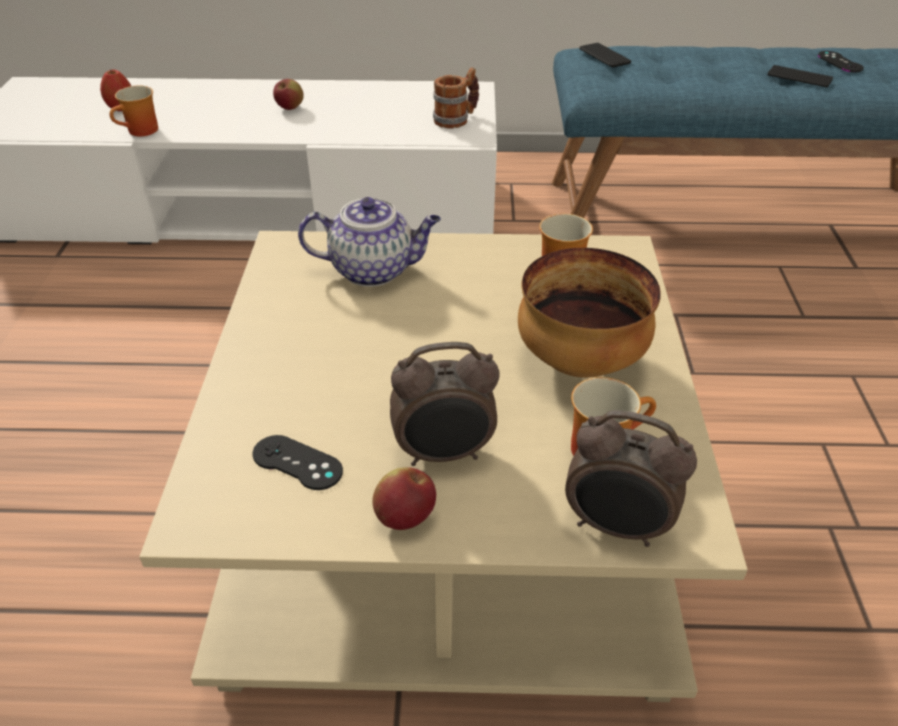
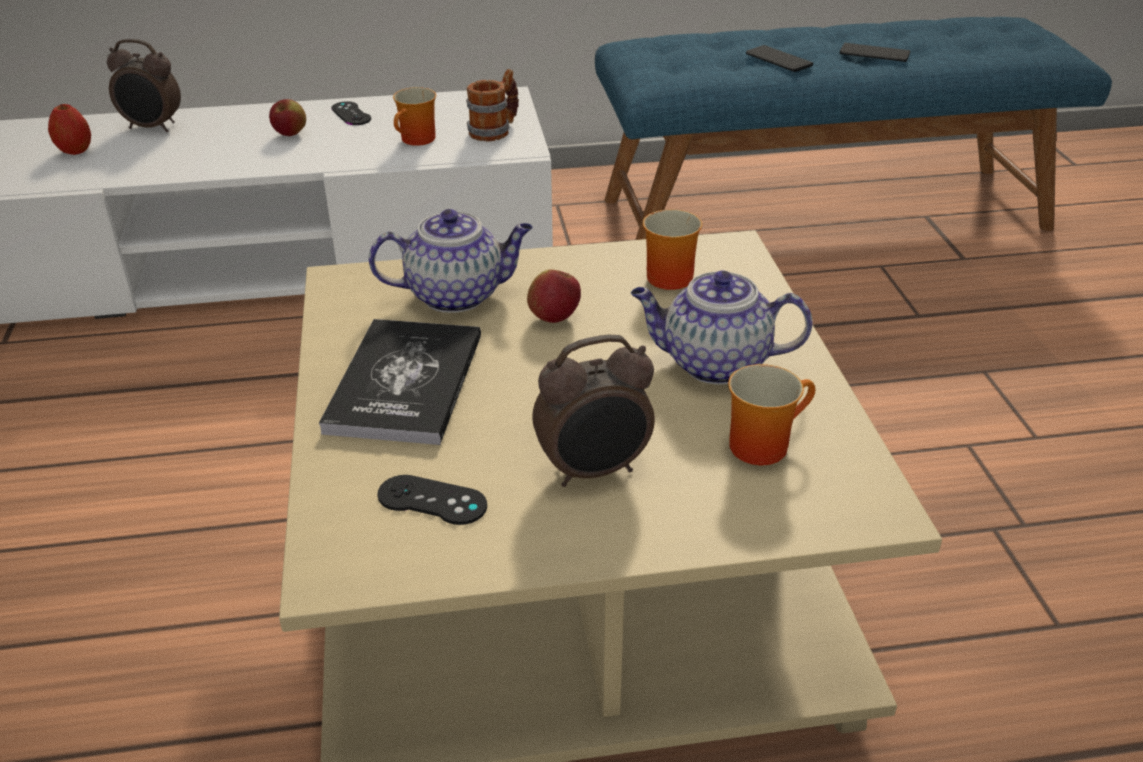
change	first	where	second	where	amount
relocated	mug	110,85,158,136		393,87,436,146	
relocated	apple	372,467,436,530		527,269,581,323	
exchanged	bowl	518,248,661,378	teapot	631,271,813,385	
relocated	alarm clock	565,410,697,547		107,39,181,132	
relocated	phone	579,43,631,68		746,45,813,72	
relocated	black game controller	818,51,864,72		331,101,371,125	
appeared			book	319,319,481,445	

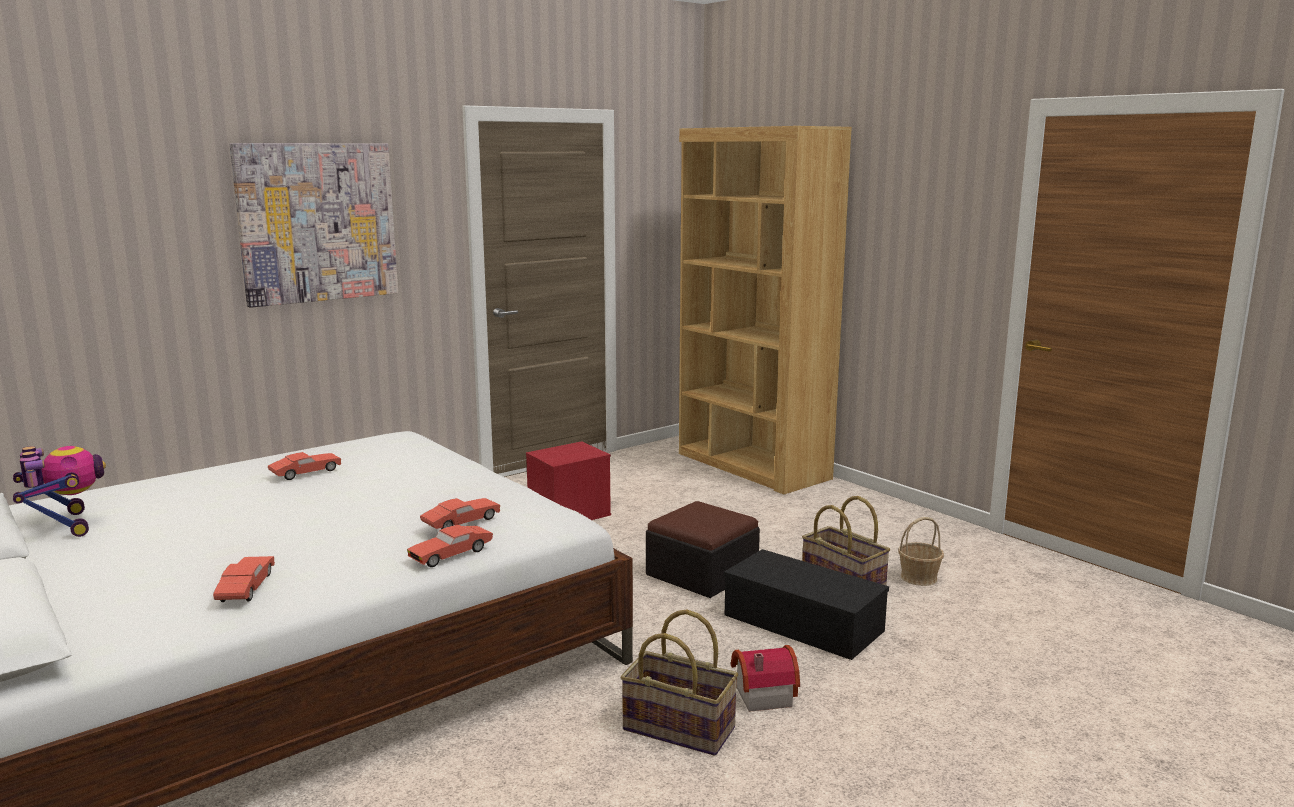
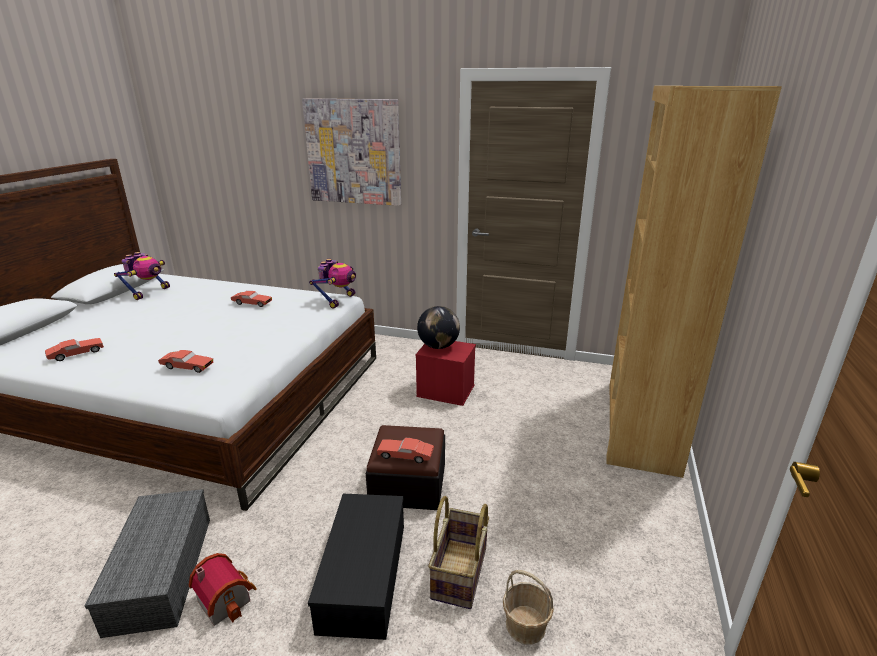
change	first	where	second	where	amount
relocated	red toy car	407,525,493,567		377,438,434,463	
exchanged	basket	620,609,738,756	grey storage box	85,489,210,638	
appeared			toy robot	309,259,356,309	
appeared			globe	417,306,460,349	

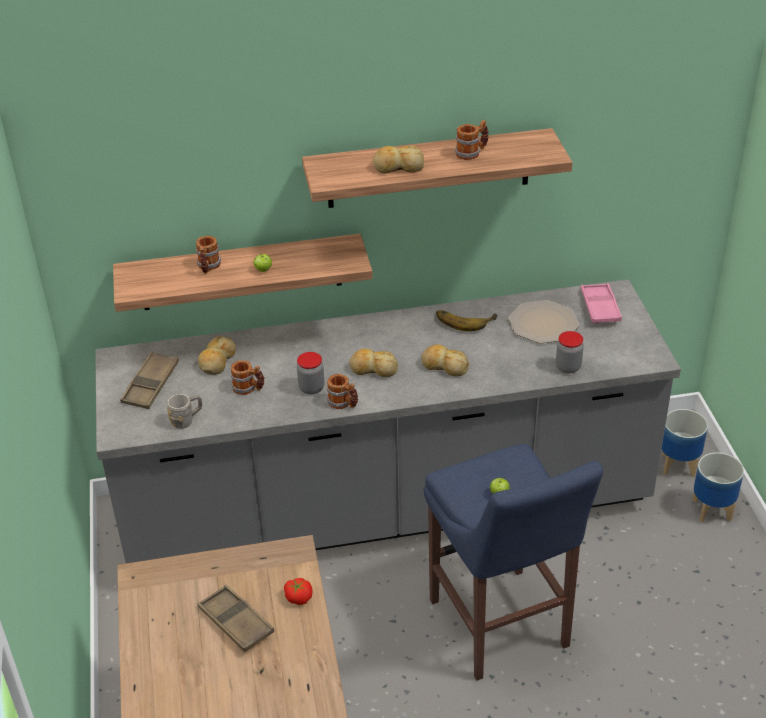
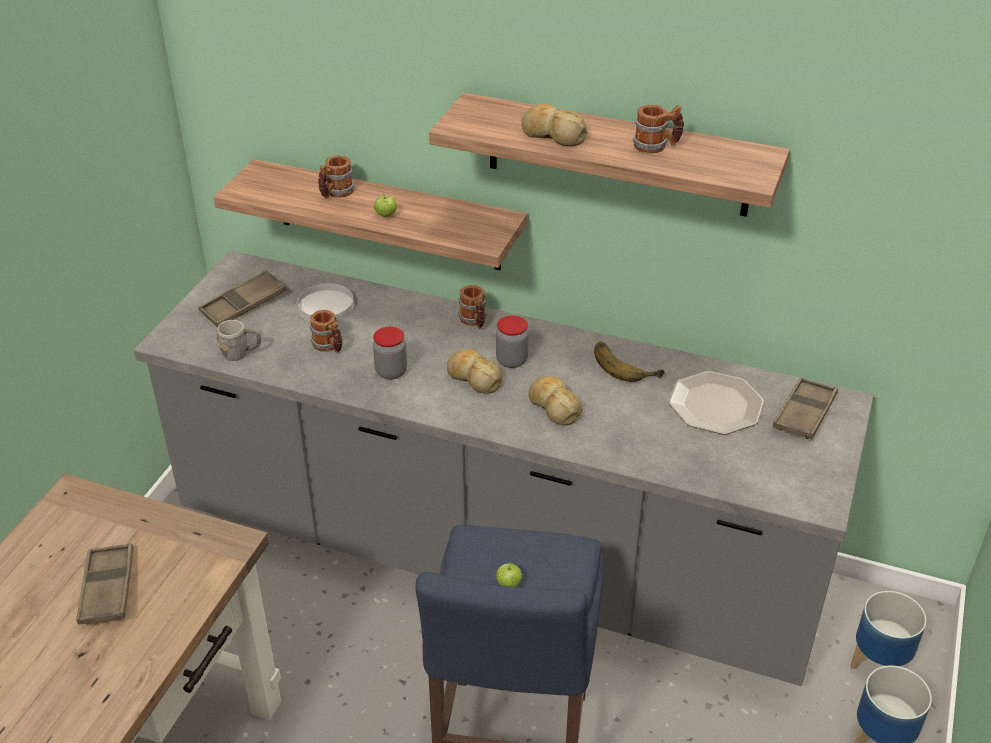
change	first	where	second	where	amount
exchanged	bread	198,336,236,375	white plate	297,283,354,322	
missing	tomato	284,578,313,605			
relocated	mug	327,374,358,409		458,285,487,329	
relocated	jar	556,331,584,373		496,316,529,368	
colour	pink tray	581,283,622,324	brown tray	773,377,838,439	

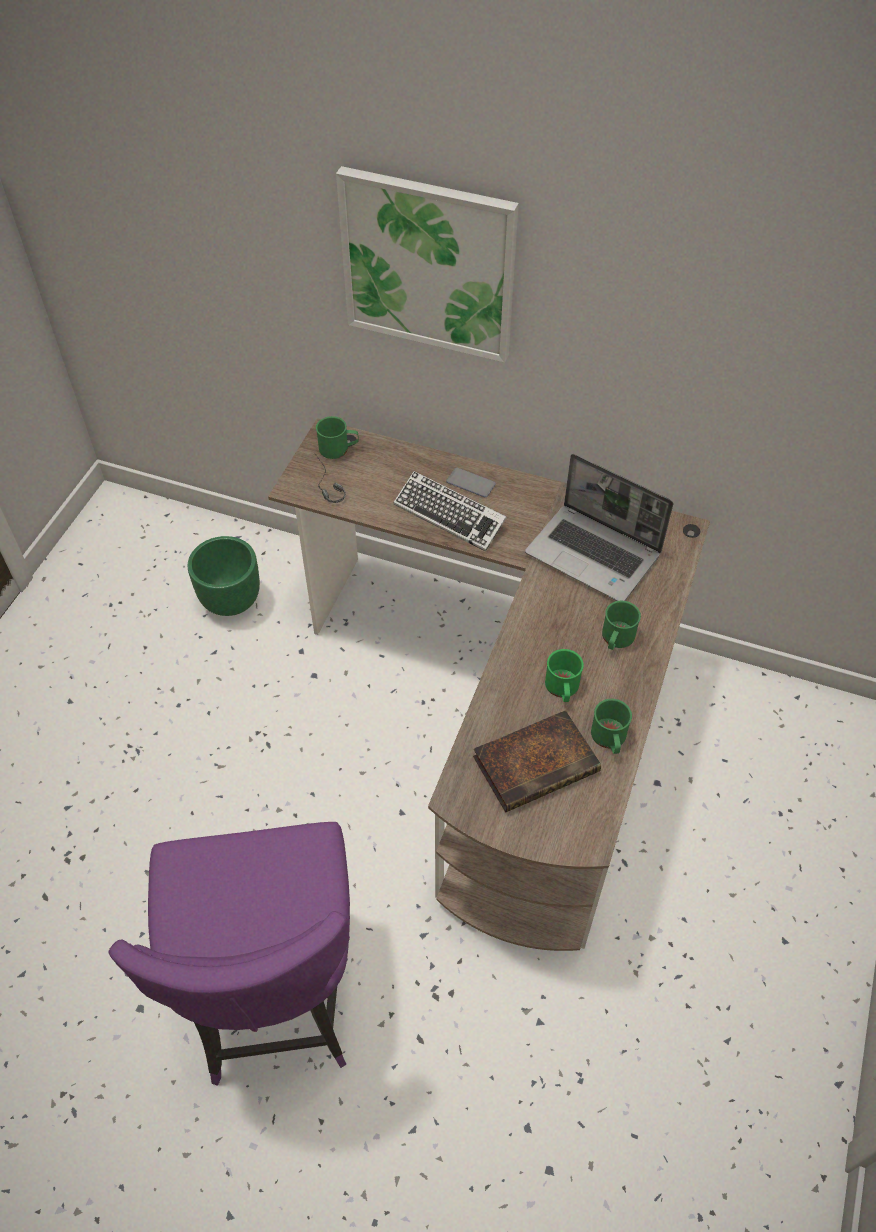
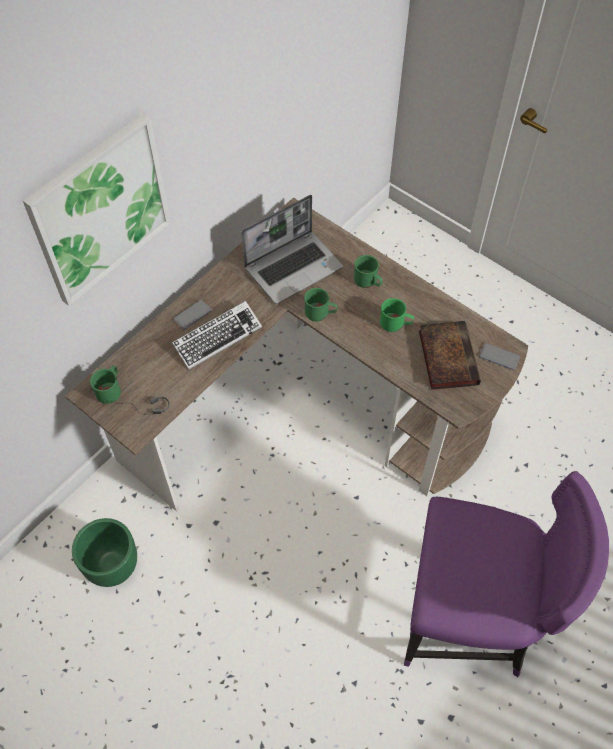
change	first	where	second	where	amount
relocated	green mug	591,699,632,754		304,288,338,321	
appeared			phone	479,343,520,370	

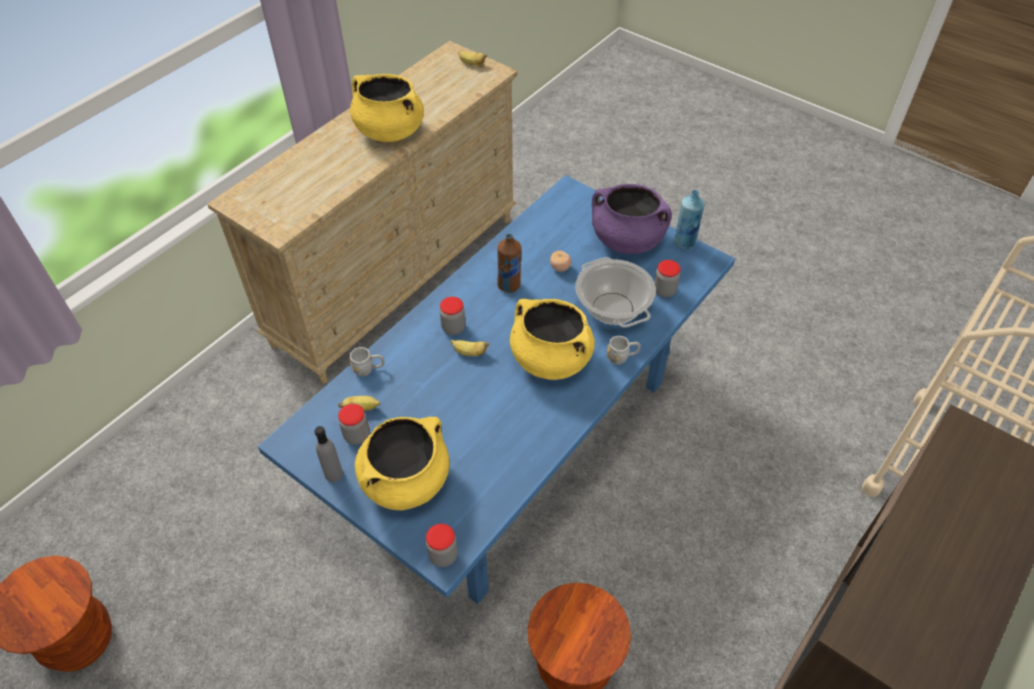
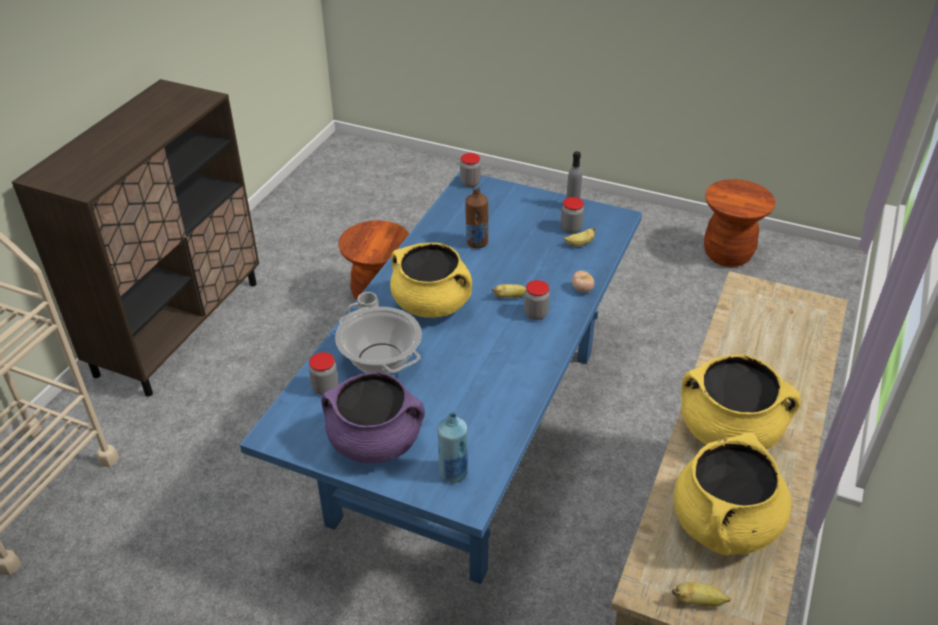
change	first	where	second	where	amount
missing	grey mug	349,347,385,376			
relocated	yellow cooking pot	355,417,450,510		674,433,791,555	
relocated	brown bottle	497,234,521,293		465,187,488,249	
relocated	tomato	550,251,571,272		572,271,595,293	
relocated	blue bottle	674,190,704,249		437,412,468,483	

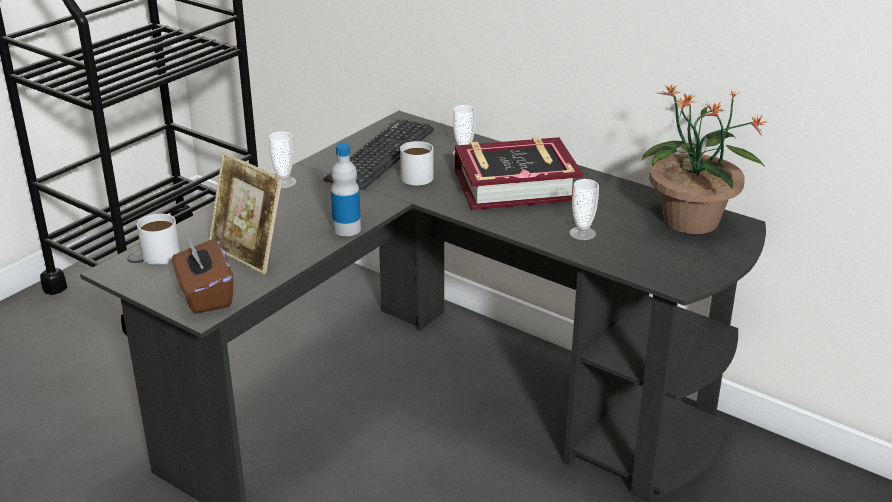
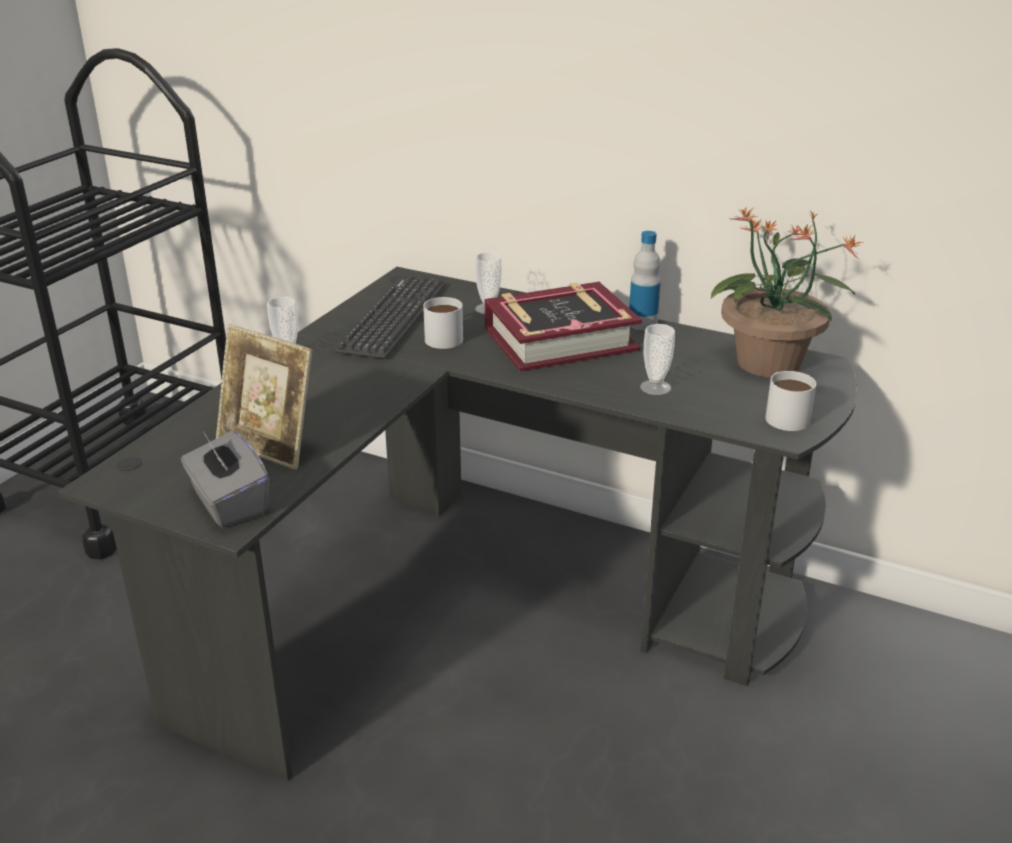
change	first	where	second	where	amount
relocated	white mug	137,214,180,265		765,371,816,431	
colour	brown tissue box	172,238,233,314	grey tissue box	181,431,270,527	
relocated	bottle	331,143,361,236		629,231,661,331	

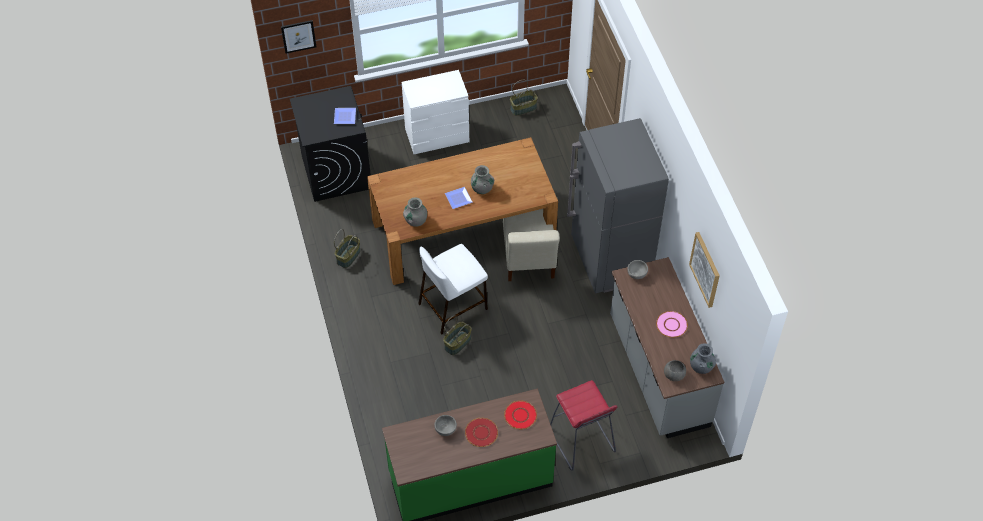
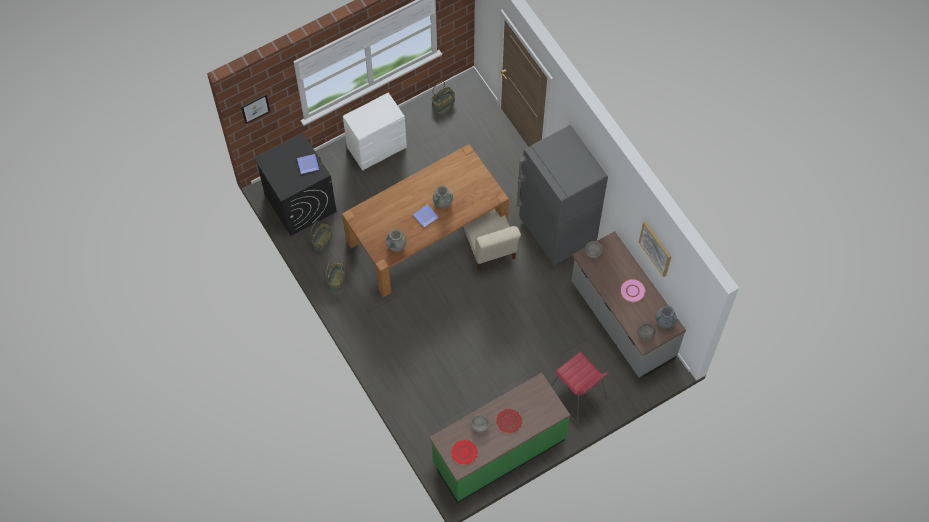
change	first	where	second	where	amount
missing	white stool	418,244,488,335			
relocated	basket	443,315,472,355		310,221,332,252	
relocated	red plate	504,400,537,429		451,439,478,465	

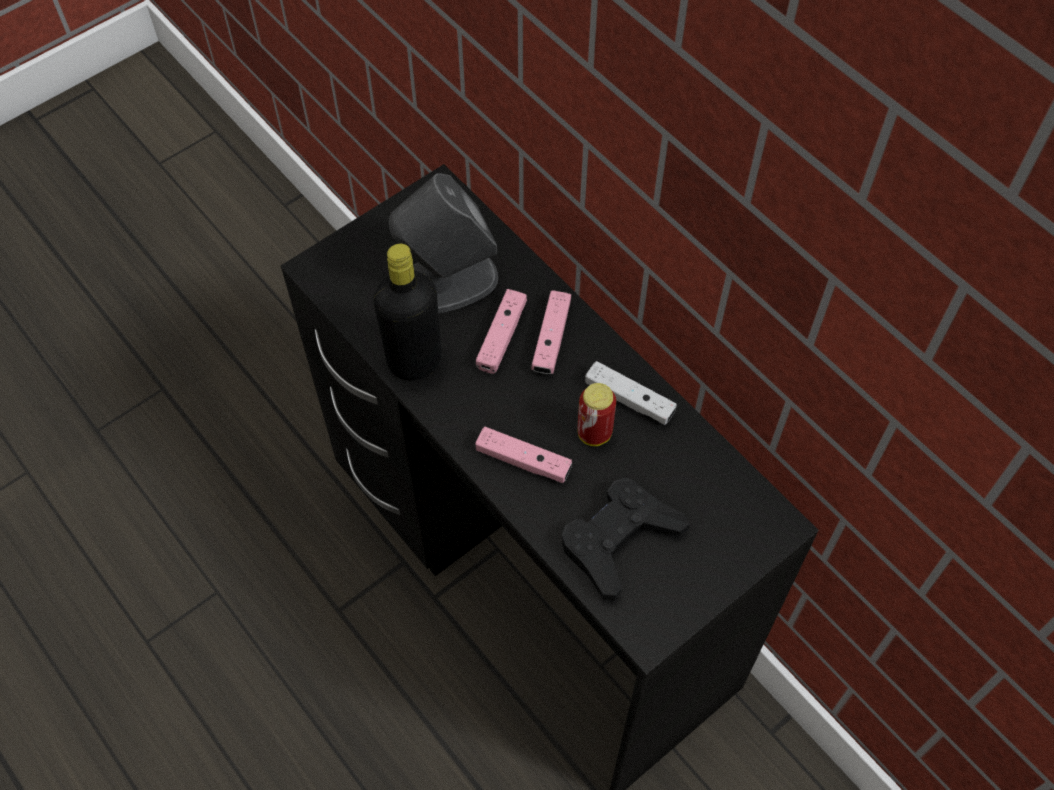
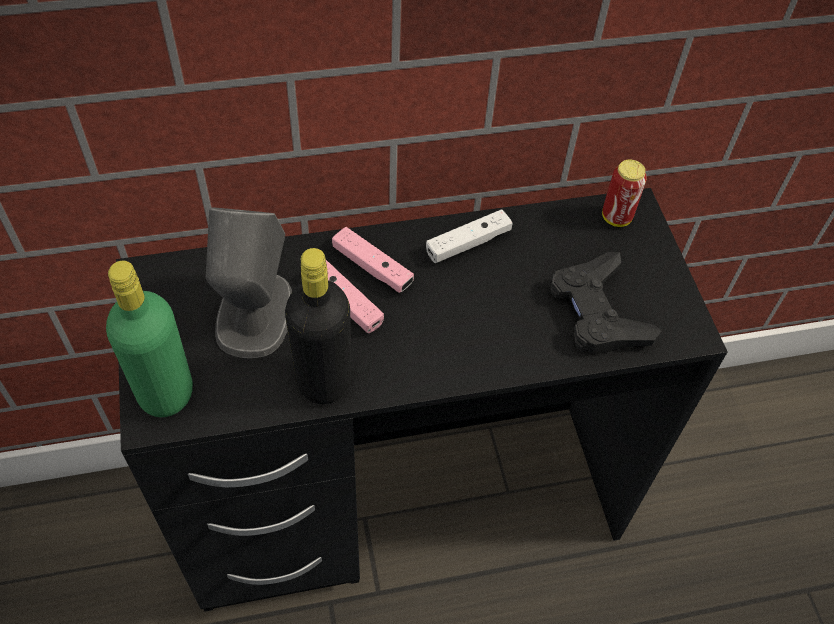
change	first	where	second	where	amount
missing	pink game controller	475,427,572,483			
relocated	can	577,383,616,446		602,160,647,227	
appeared			green bottle	106,261,193,417	

